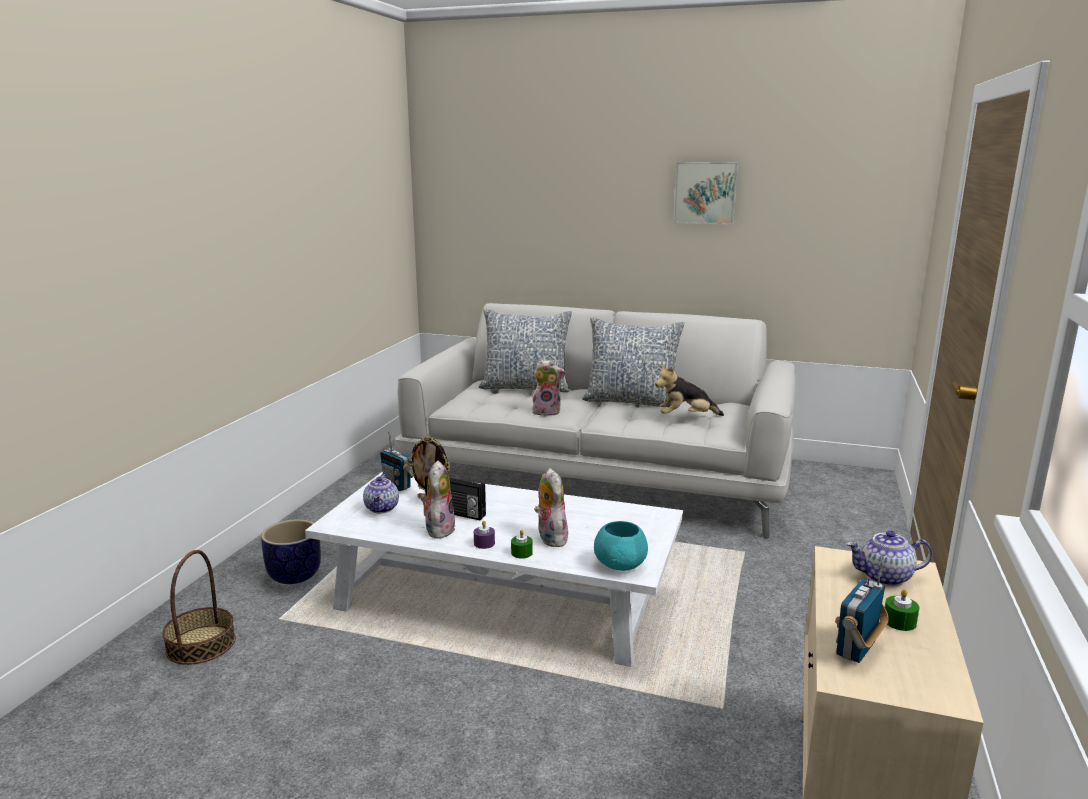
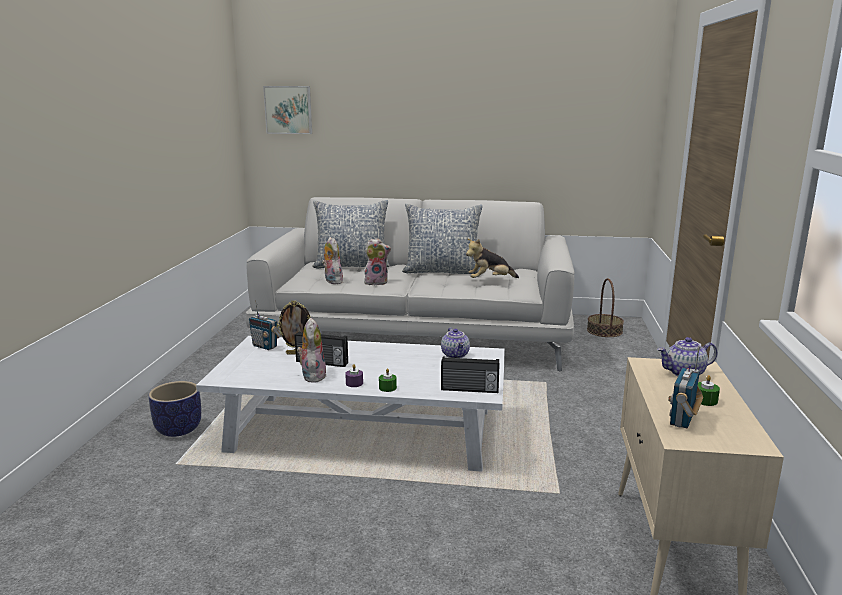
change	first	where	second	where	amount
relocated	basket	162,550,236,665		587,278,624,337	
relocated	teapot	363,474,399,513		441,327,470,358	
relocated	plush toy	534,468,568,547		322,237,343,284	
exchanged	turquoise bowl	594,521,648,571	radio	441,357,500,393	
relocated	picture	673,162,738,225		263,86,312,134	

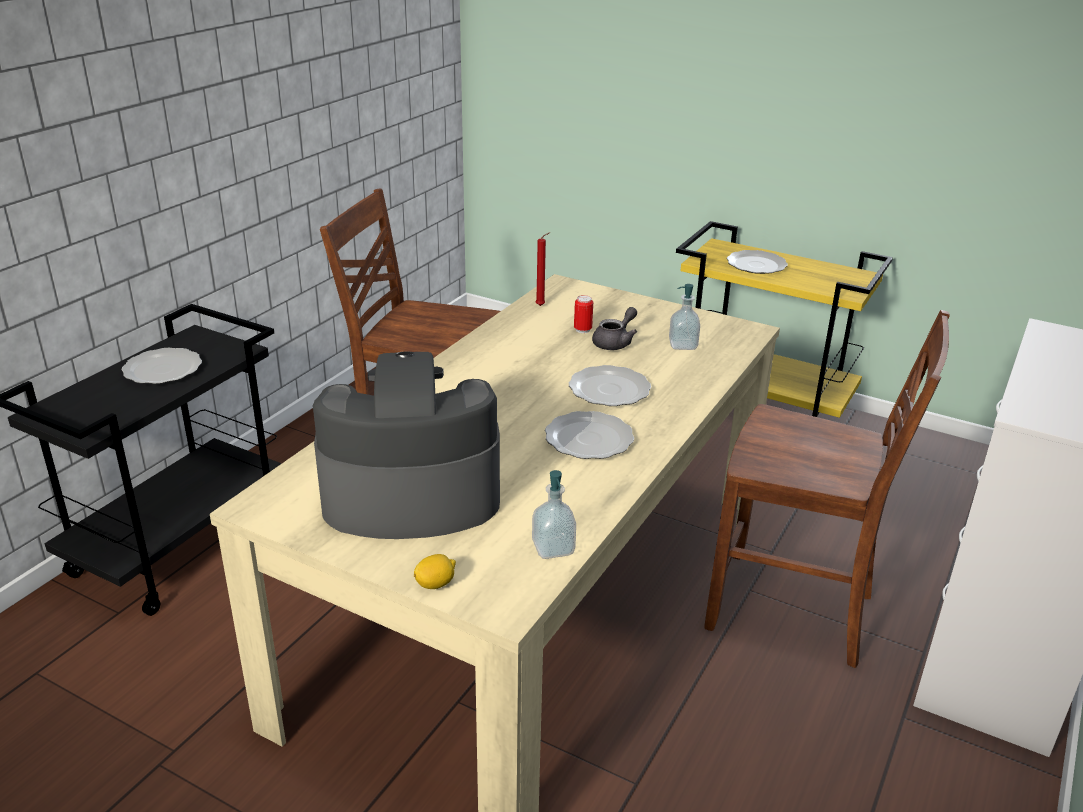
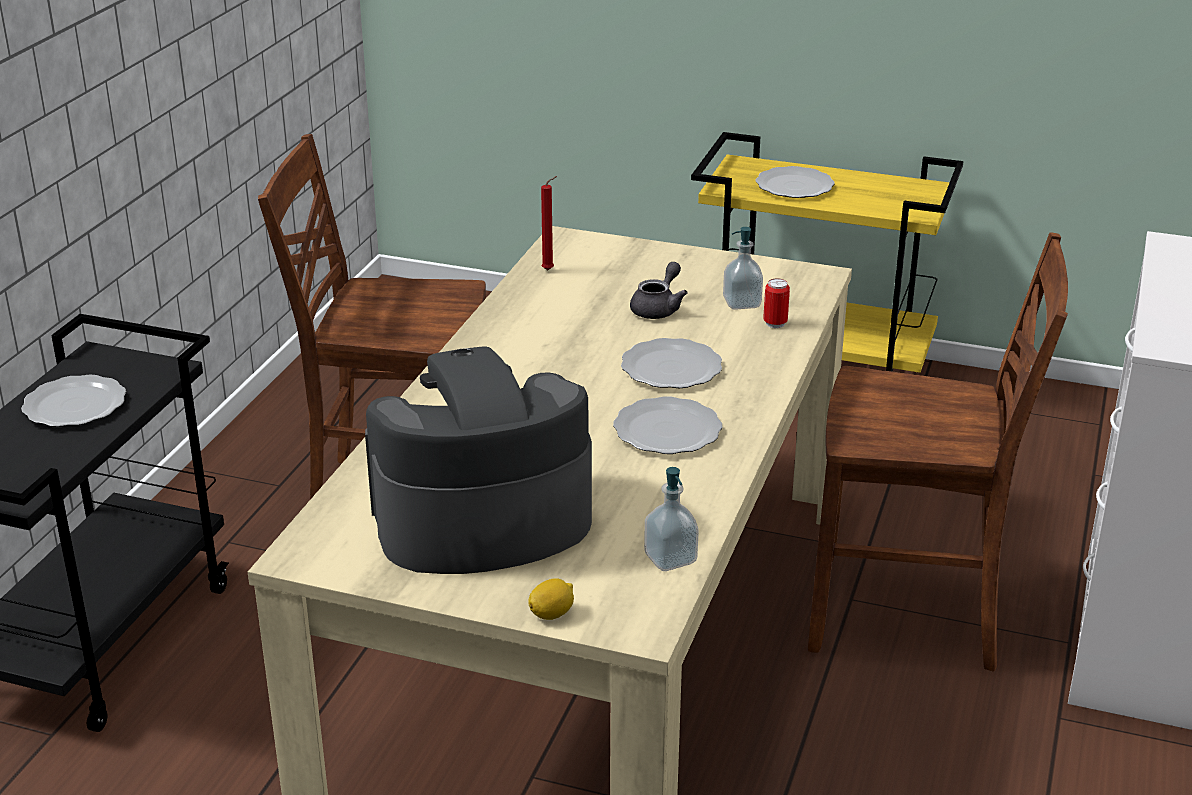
change	first	where	second	where	amount
relocated	can	574,295,593,333		763,278,790,328	

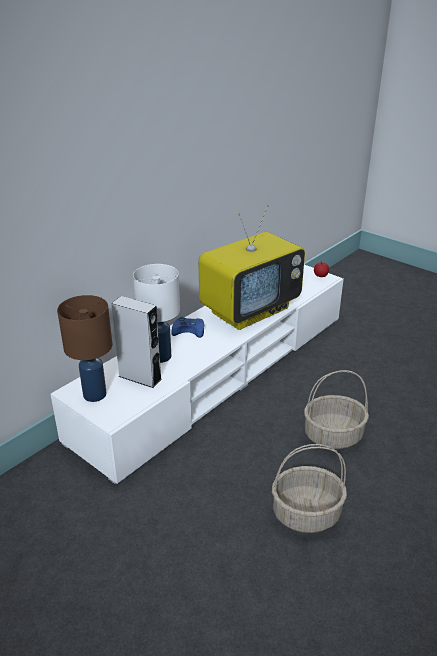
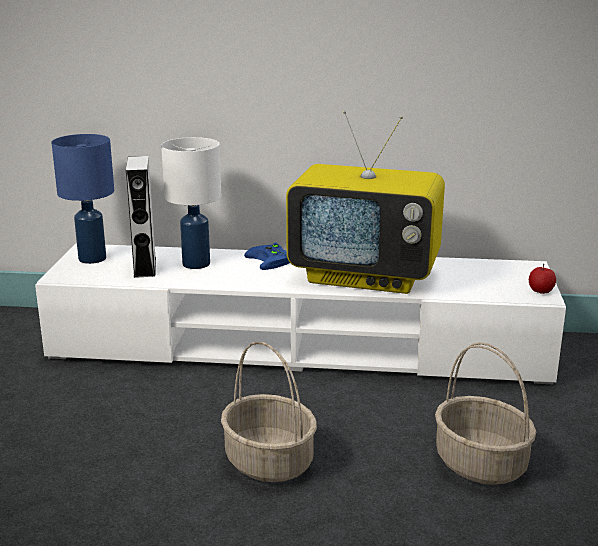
change	first	where	second	where	amount
colour	brown table lamp	57,295,112,402	blue table lamp	51,134,114,264	
relocated	basket	272,444,347,533		435,342,536,485	

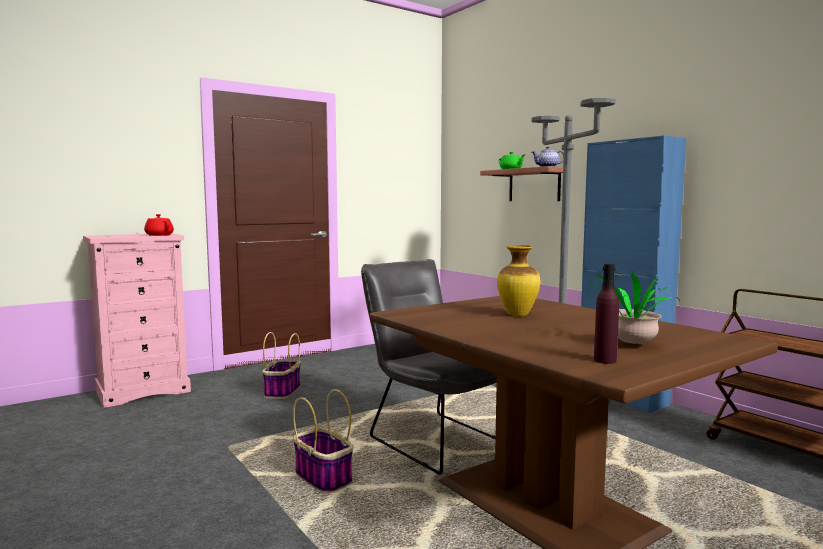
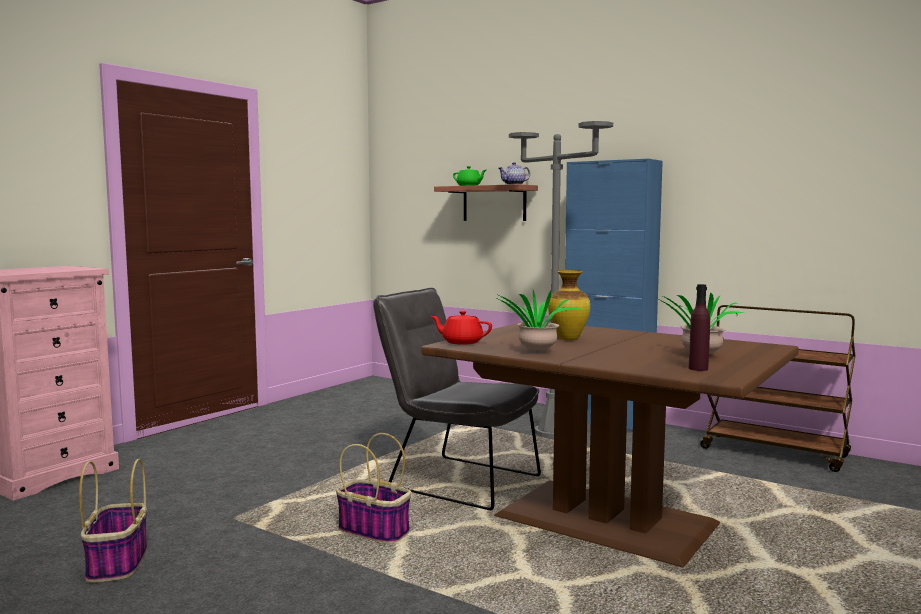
change	first	where	second	where	amount
relocated	red teapot	144,214,174,236		431,311,492,345	
relocated	basket	262,332,301,399		79,459,147,583	
appeared			potted plant	497,290,580,352	

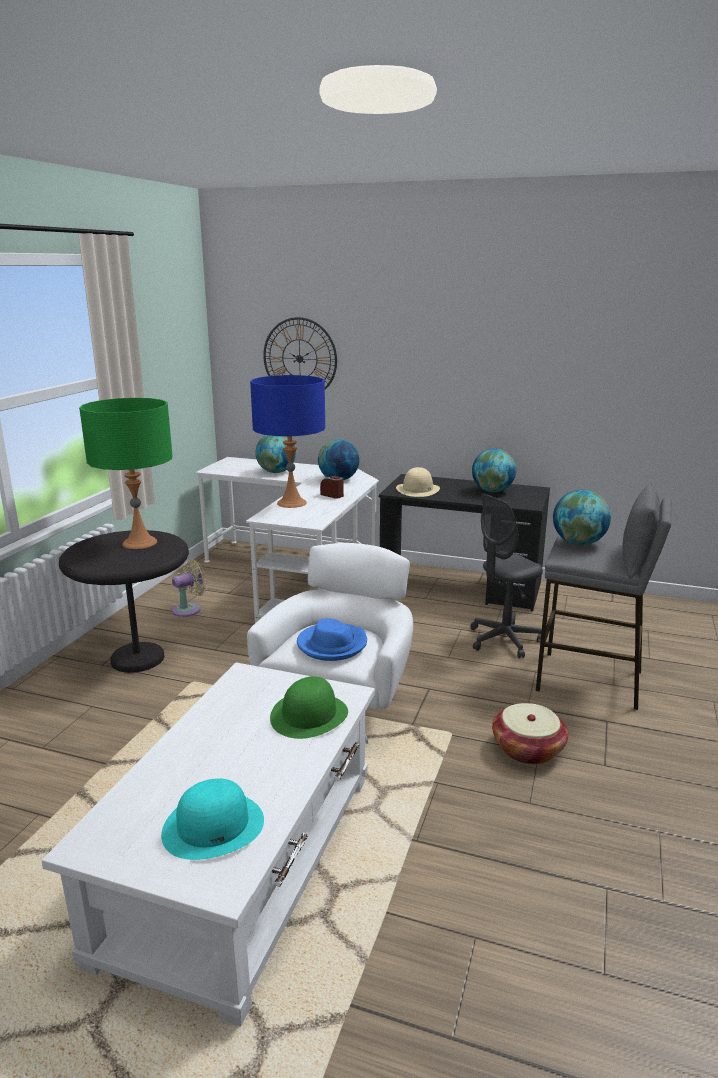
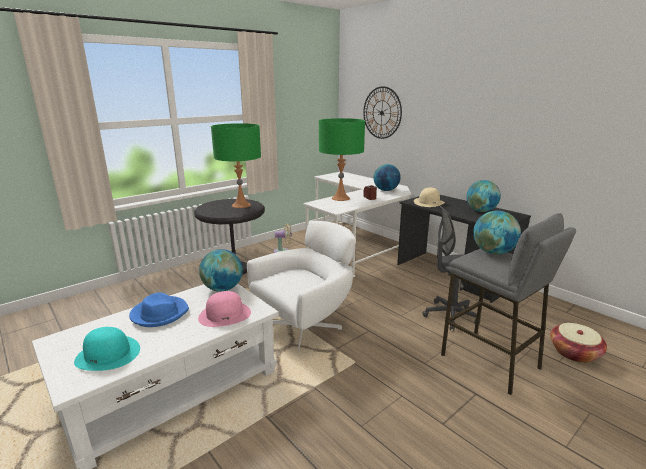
change	first	where	second	where	amount
colour	blue table lamp	250,375,325,508	green table lamp	319,118,365,201	
relocated	globe	255,435,296,473		199,249,243,292	
colour	green hat	270,676,348,739	pink hat	198,291,251,327	
relocated	blue hat	297,618,367,661		129,293,189,327	
relocated	basket	492,703,568,764		550,323,607,363	

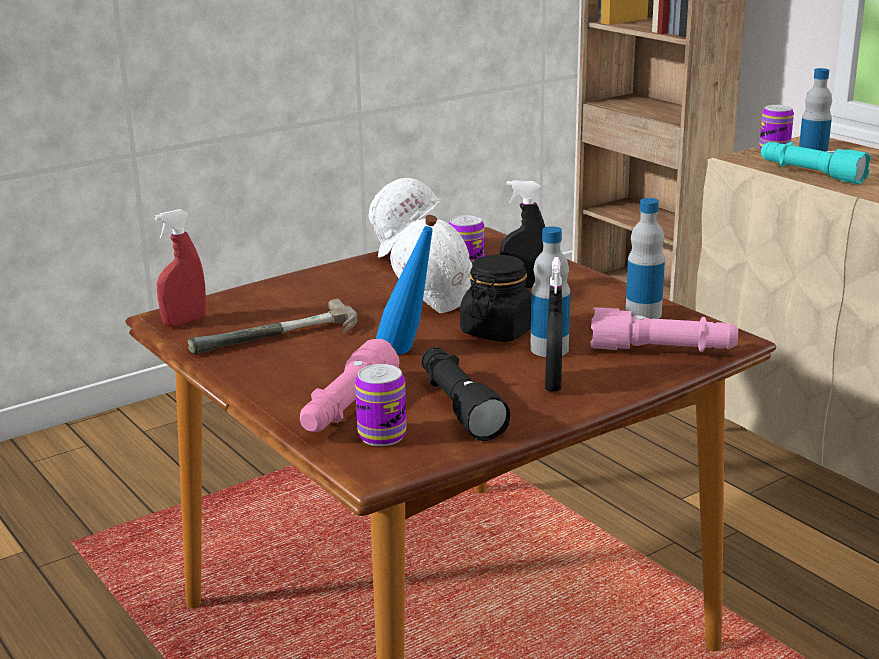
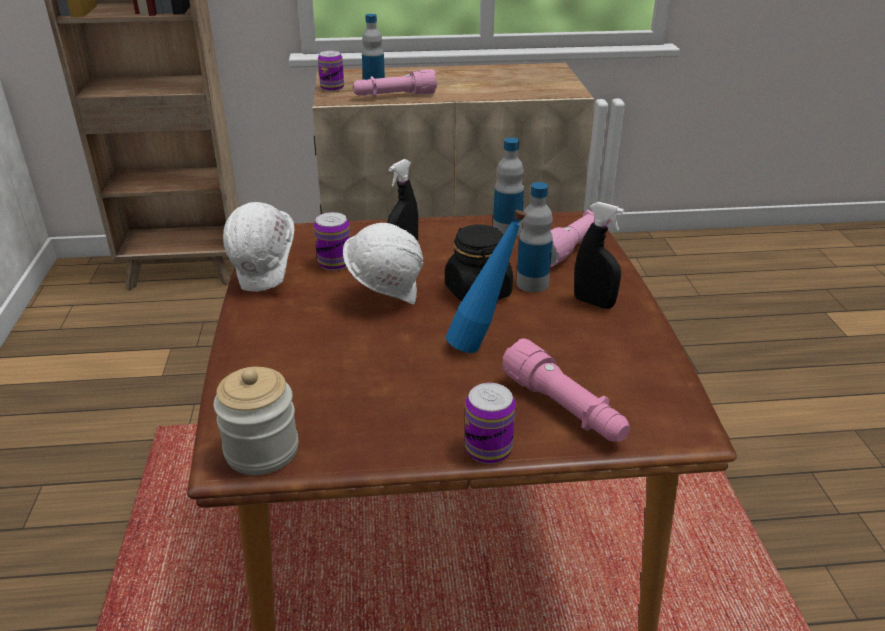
change	first	where	second	where	amount
exchanged	red spray bottle	154,209,206,327	jar	213,367,298,475	
missing	hammer	188,299,357,355			
relocated	can	355,364,407,446		465,383,516,464	
missing	black flashlight	422,347,510,441			
colour	turquoise flashlight	761,142,871,184	pink flashlight	353,69,437,97	

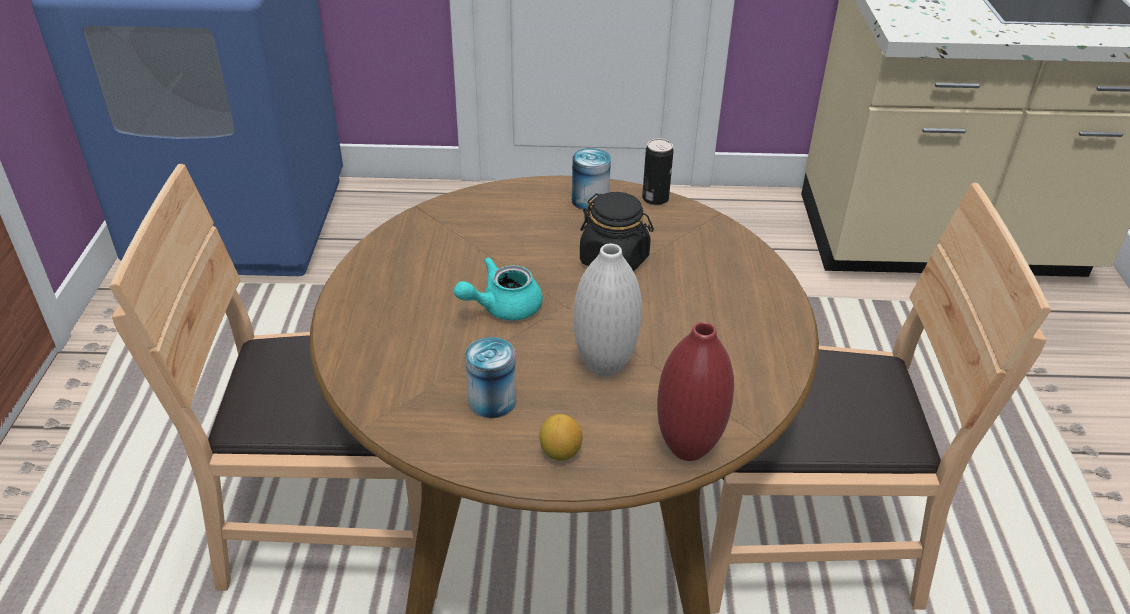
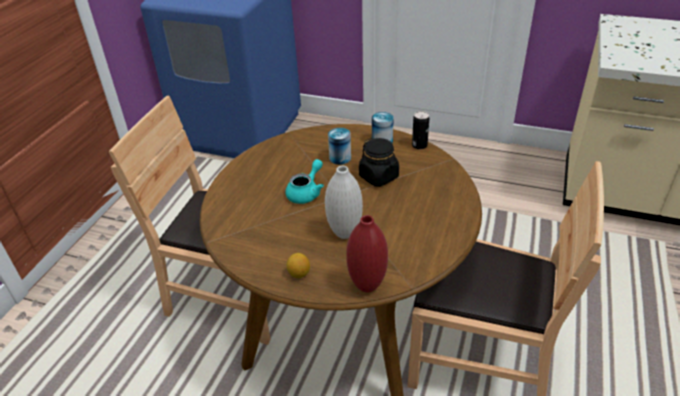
change	first	where	second	where	amount
spun	turquoise teapot	454,257,543,321		285,159,324,204	135 degrees clockwise
relocated	can	465,337,516,418		328,128,351,165	

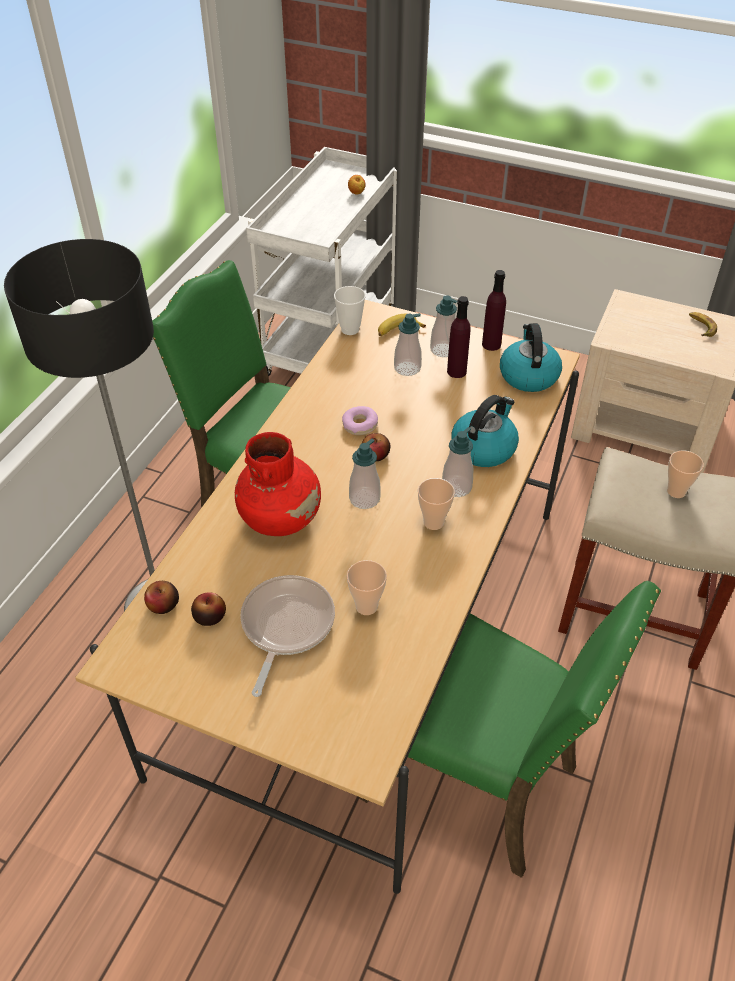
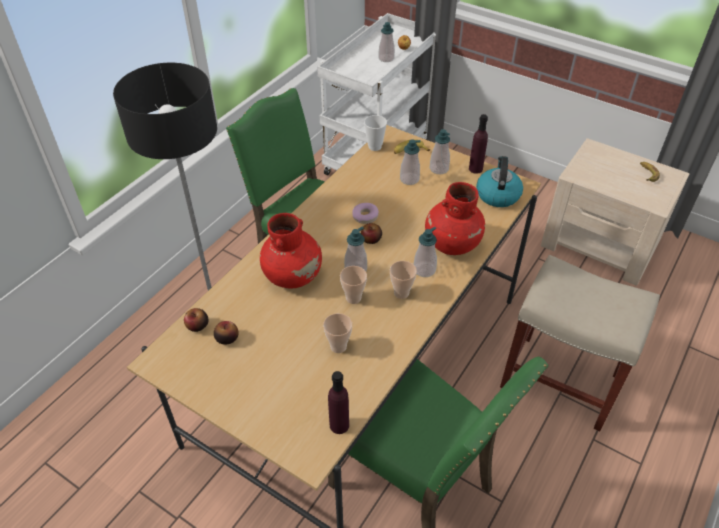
change	first	where	second	where	amount
missing	frying pan	240,575,335,697			
relocated	purple bottle	447,296,471,378		328,371,349,434	
exchanged	kettle	451,395,519,467	red vase	425,182,485,255	
relocated	cup	667,451,704,498		340,266,367,304	
appeared			soap dispenser	378,22,395,62	

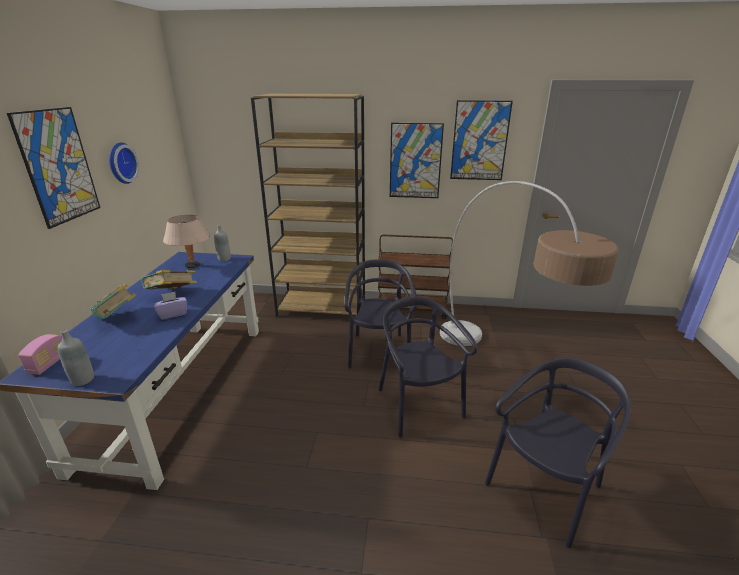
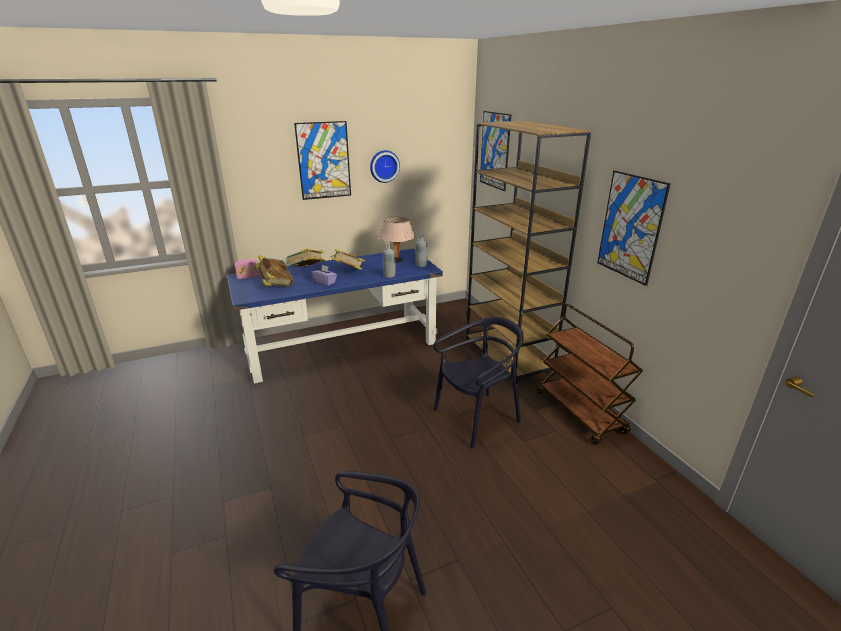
change	first	where	second	where	amount
relocated	grey bottle	57,329,94,386		383,243,396,278	
missing	black chair	379,296,477,438			
missing	floor lamp	440,181,619,346			
relocated	picture	450,100,513,180		480,111,511,191	
appeared			book	255,256,293,287	

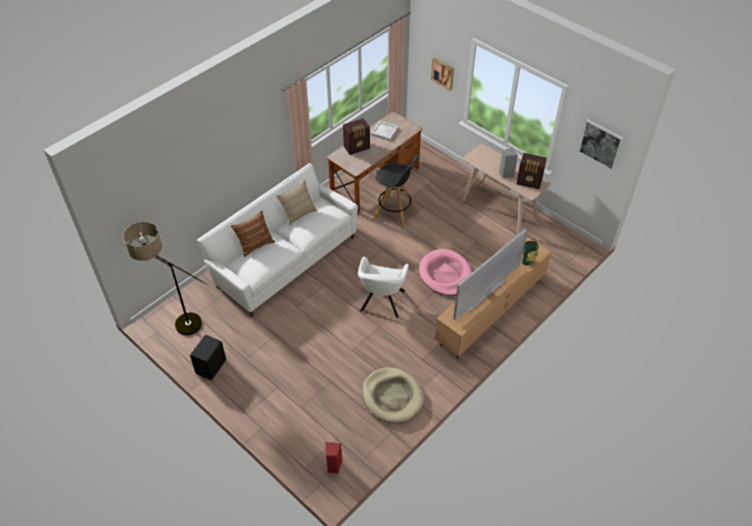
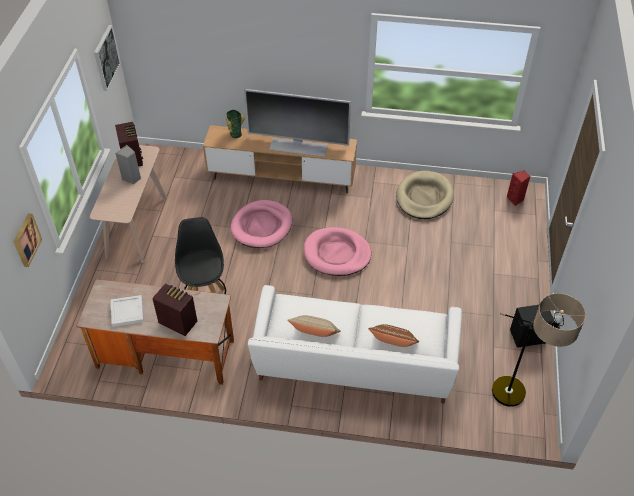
change	first	where	second	where	amount
exchanged	white armchair	358,257,409,318	pink dog bed	304,227,371,276	

